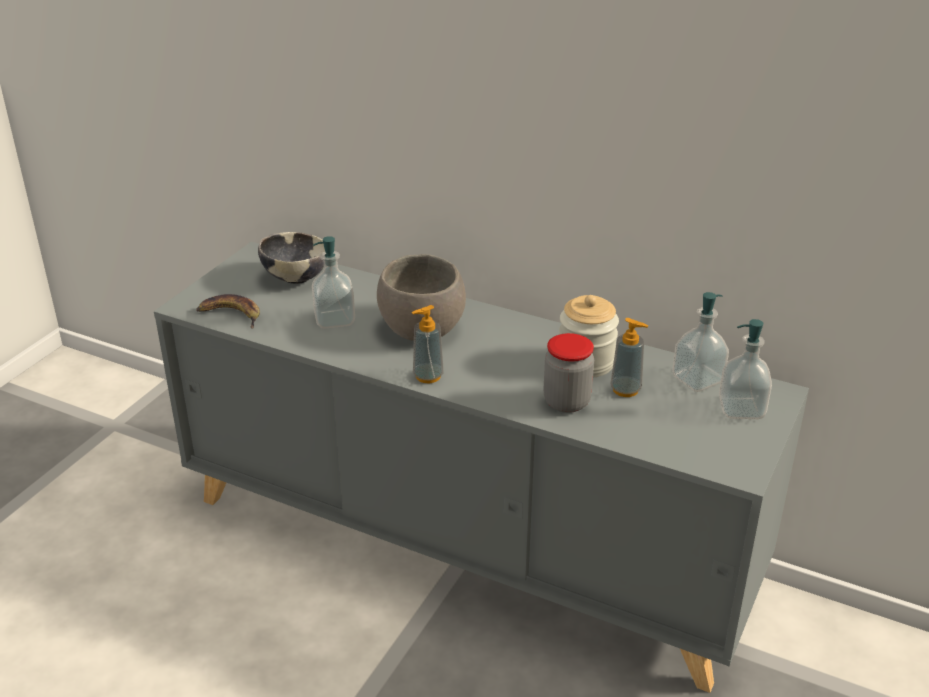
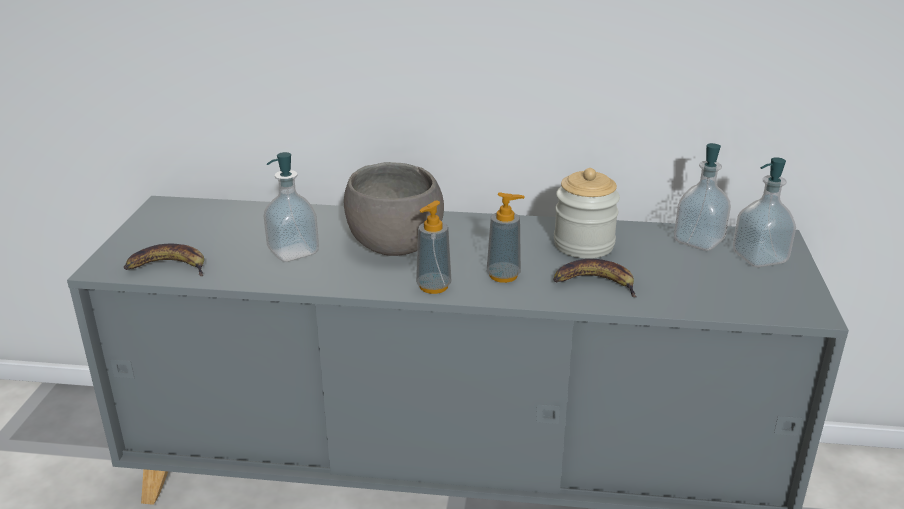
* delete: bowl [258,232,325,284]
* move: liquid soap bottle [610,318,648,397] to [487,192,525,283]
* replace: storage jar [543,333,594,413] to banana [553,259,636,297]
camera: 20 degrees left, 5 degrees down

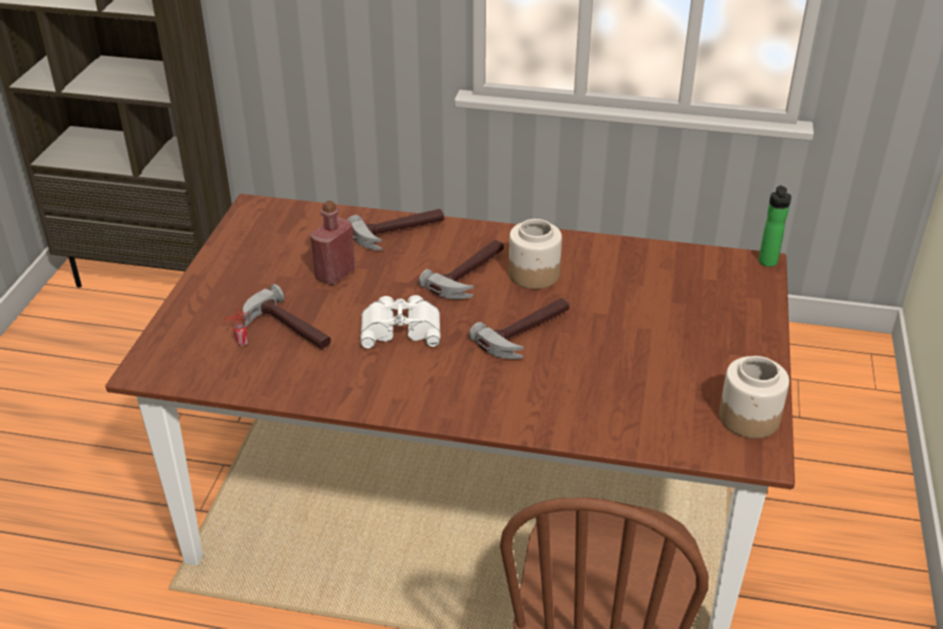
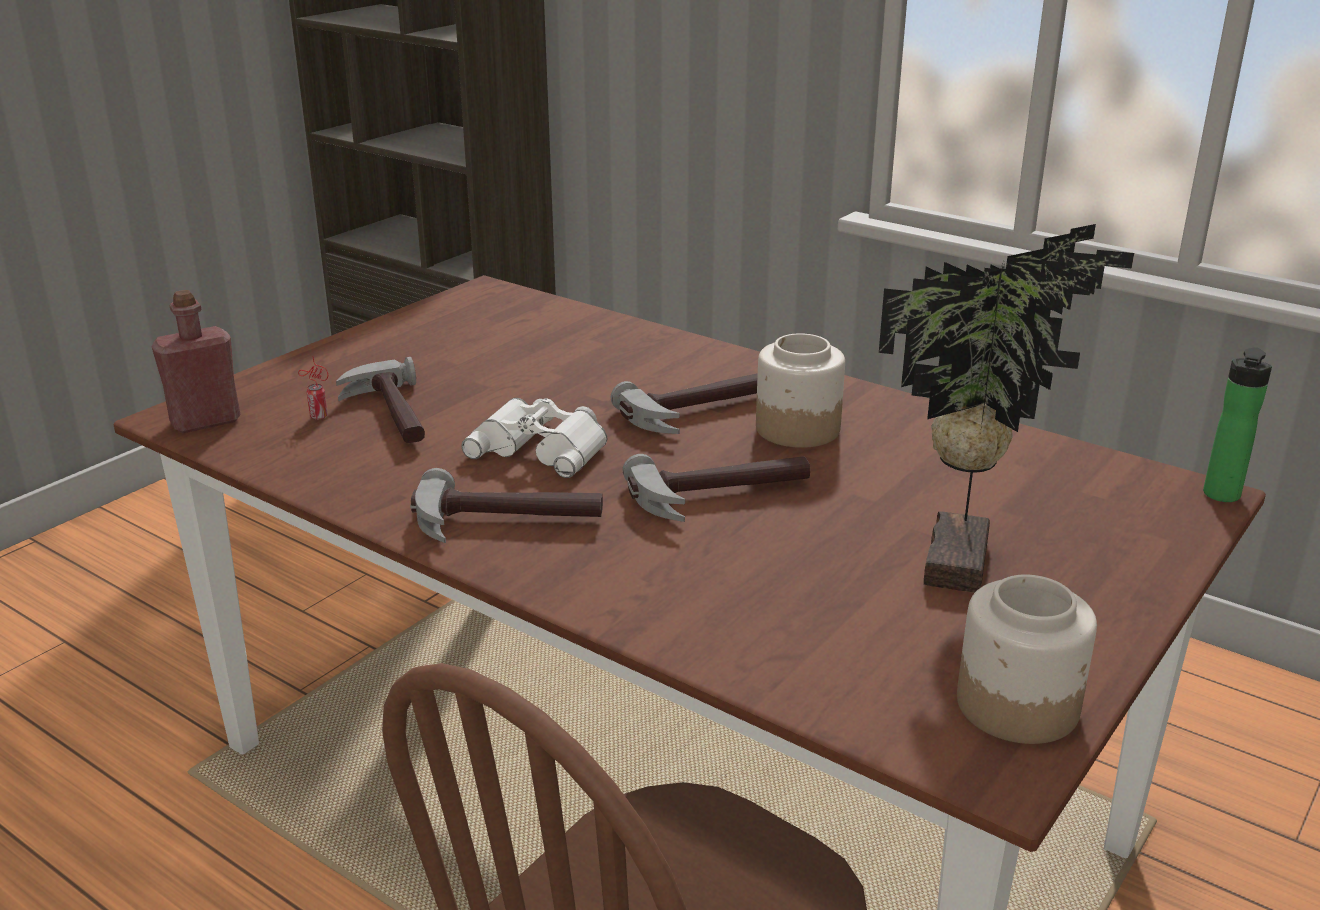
* insert: plant in a pot [879,224,1134,593]
* move: bottle in red [310,200,355,285] to [151,290,241,433]
* move: hammer [347,209,444,251] to [410,468,603,543]
camera: 25 degrees right, 10 degrees down

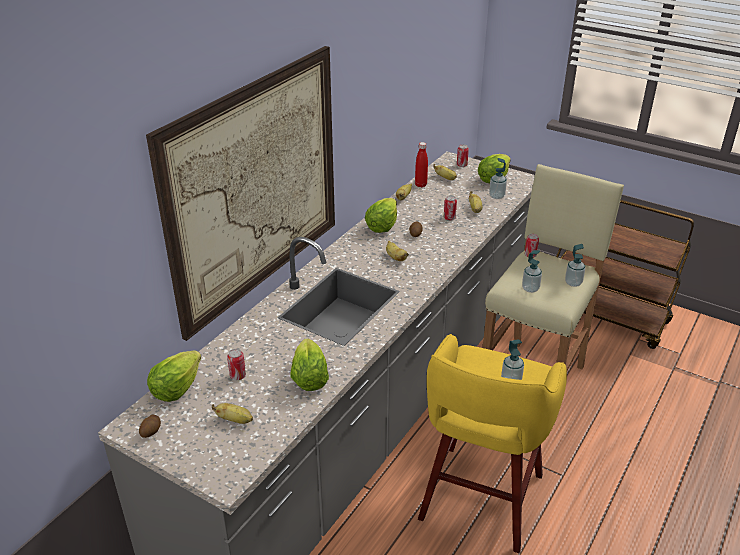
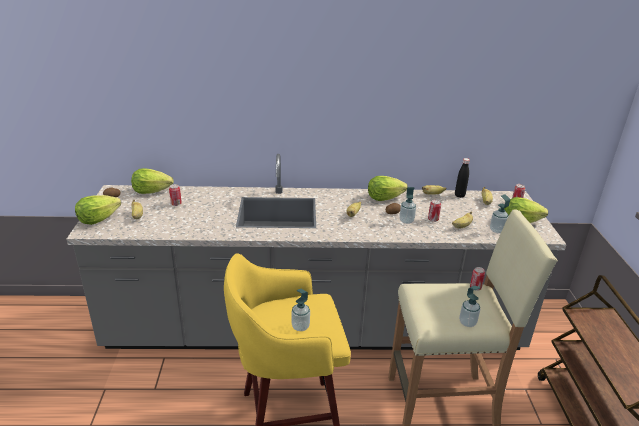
* delete: wall art [146,46,335,341]
* move: head of lettuce [291,338,329,391] to [75,195,121,225]
* move: liquid soap bottle [522,250,542,293] to [399,187,416,224]
* recolor: bottle in red [415,142,428,188] to bottle in blackish [455,158,470,198]
camera: 55 degrees right, 5 degrees down

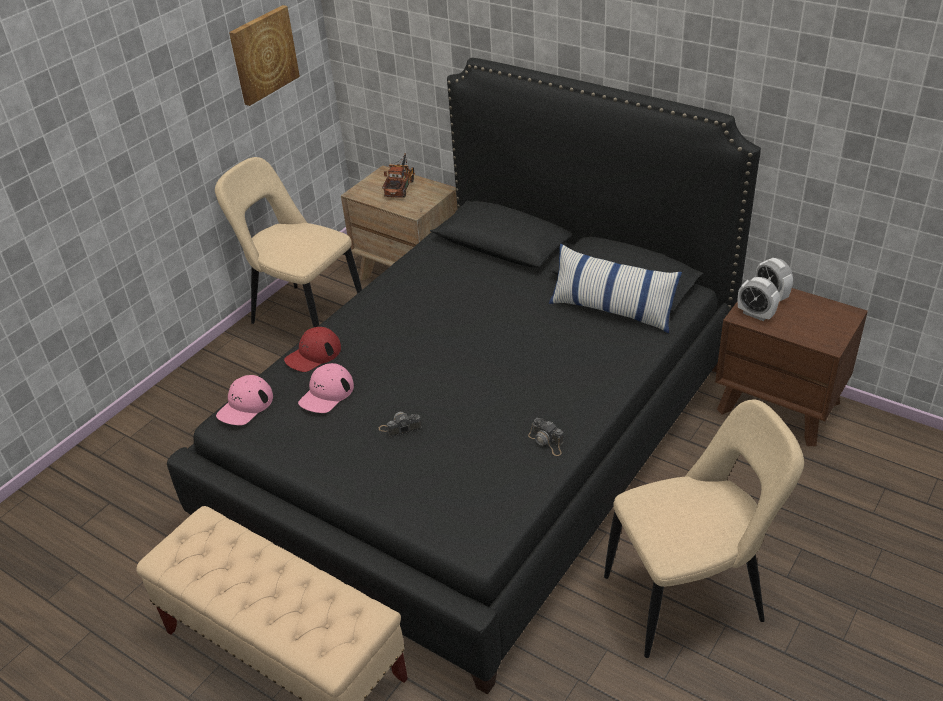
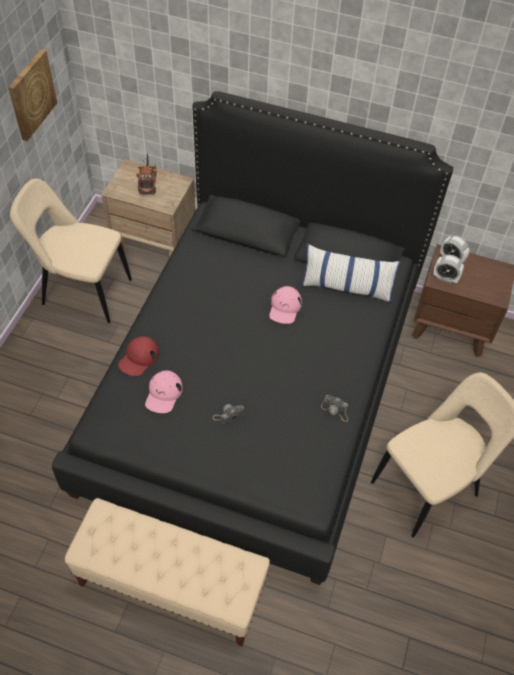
* move: baseball cap in pink [216,375,273,425] to [269,286,302,324]
camera: 20 degrees left, 15 degrees up

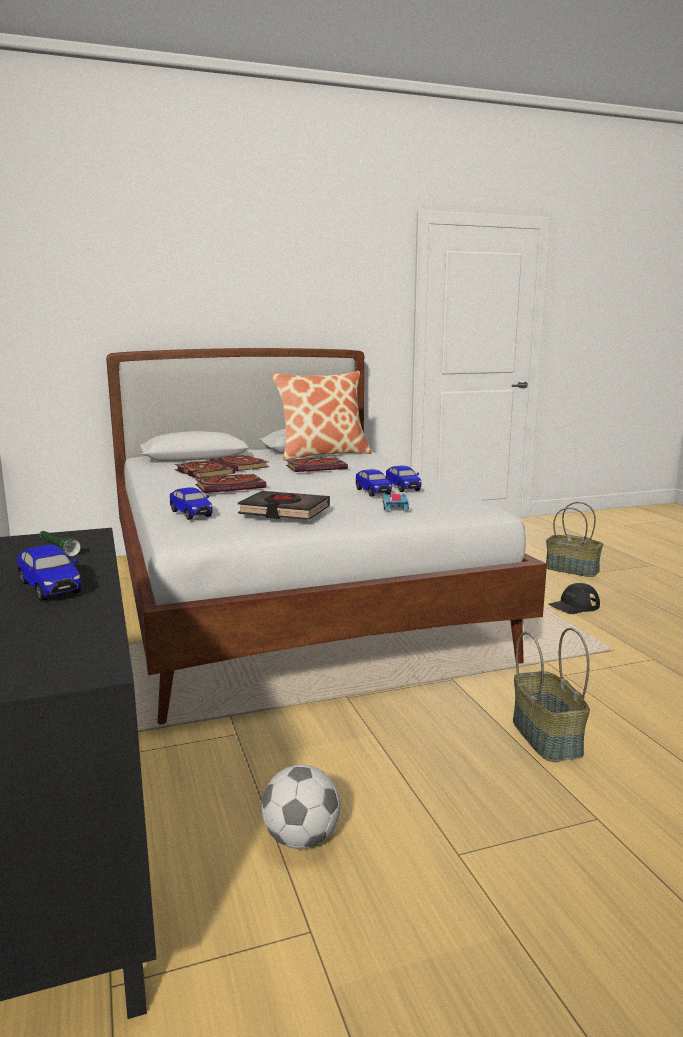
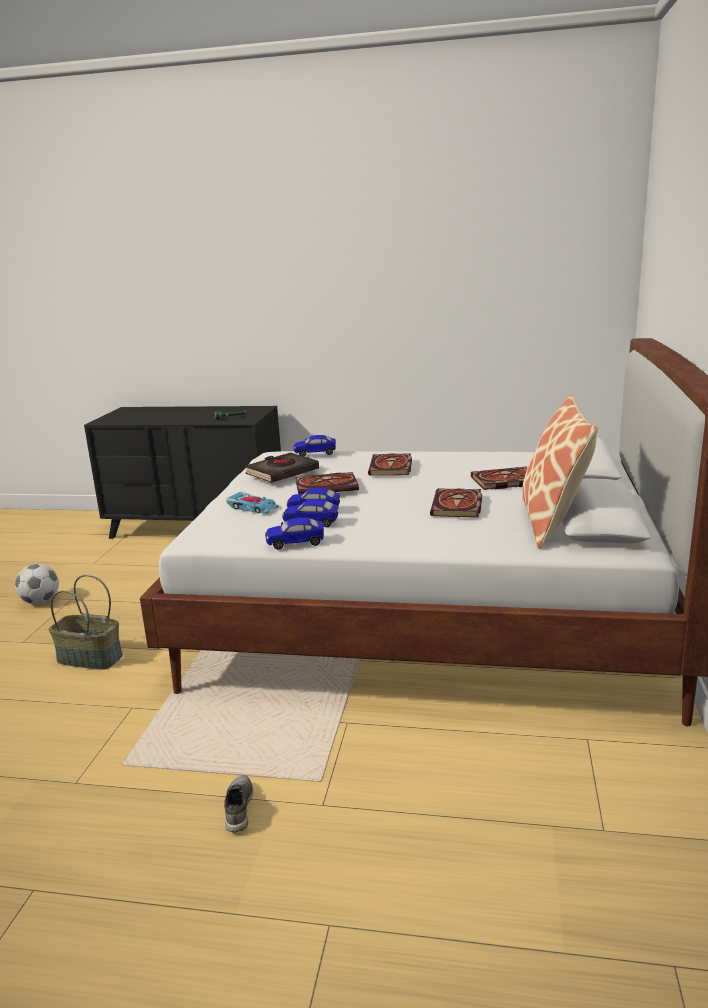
* delete: storage basket [546,502,603,577]
* move: model car [17,544,81,601] to [265,517,324,550]
* move: volume [174,460,235,478] to [296,472,359,494]
* move: ball for football [261,765,340,849] to [15,564,59,604]
* replace: baseball cap in blackish [549,583,600,614] to low shoe in gray [224,775,253,832]
camera: 120 degrees right, 5 degrees up

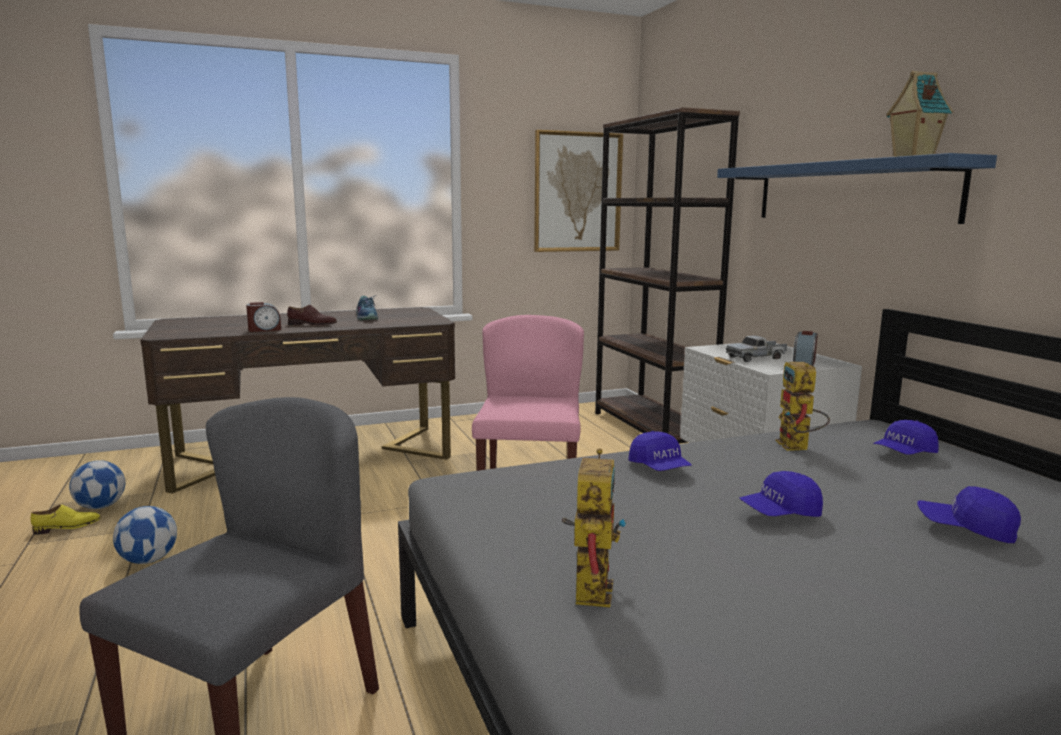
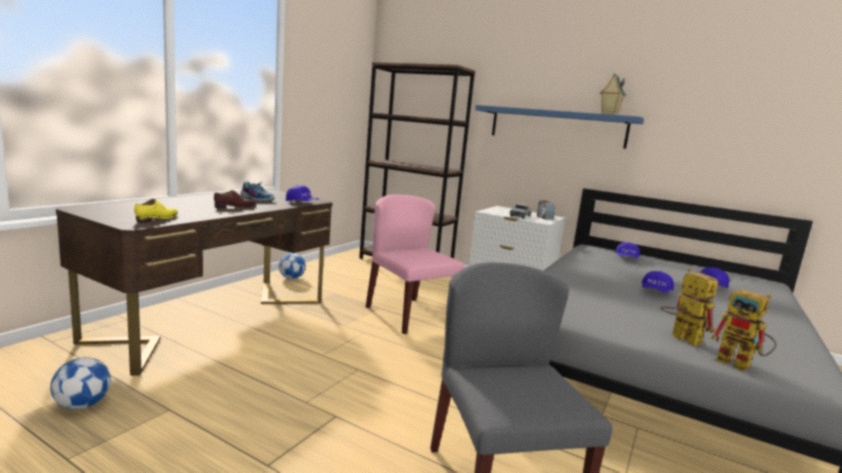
* delete: table clock [246,302,281,332]
* delete: wall art [534,130,623,252]
* move: low shoe in yellow [31,504,101,534] to [134,199,178,223]
* move: ball for football [113,506,177,564] to [279,253,306,279]
* move: baseball cap in blue [628,431,692,471] to [286,185,319,201]
* move: robot figure [776,362,830,451] to [710,289,777,371]
camera: 40 degrees left, 0 degrees up

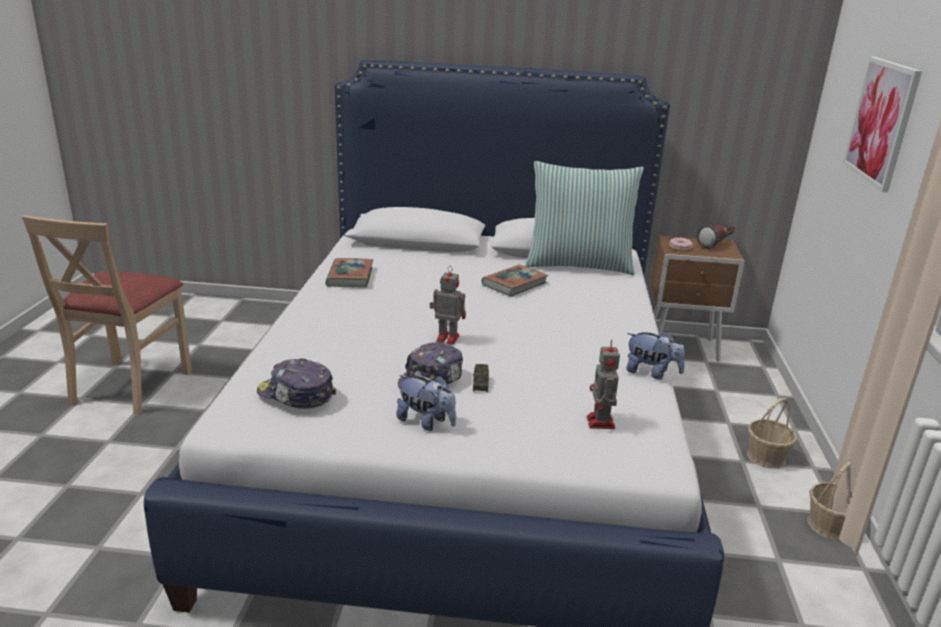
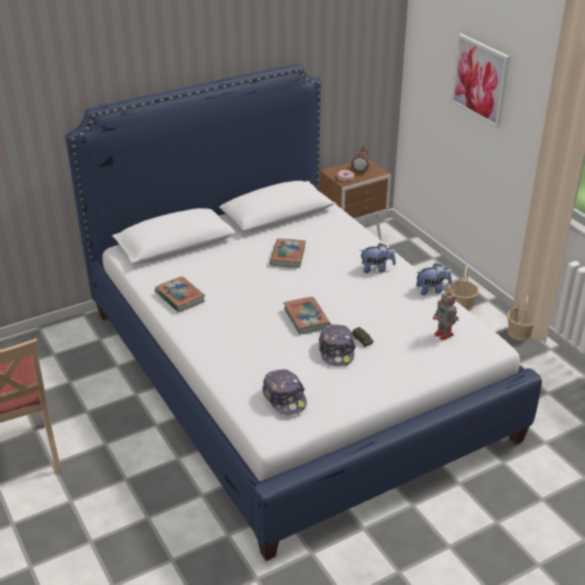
* delete: throw pillow [525,161,644,275]
* move: soft toy [396,375,456,431] to [360,243,396,273]
* replace: robot figure [430,266,466,345] to volume [283,297,331,334]
* rotate: baseball cap [257,358,336,408] = [262,369,307,415] 105 degrees counterclockwise
camera: 35 degrees left, 10 degrees up

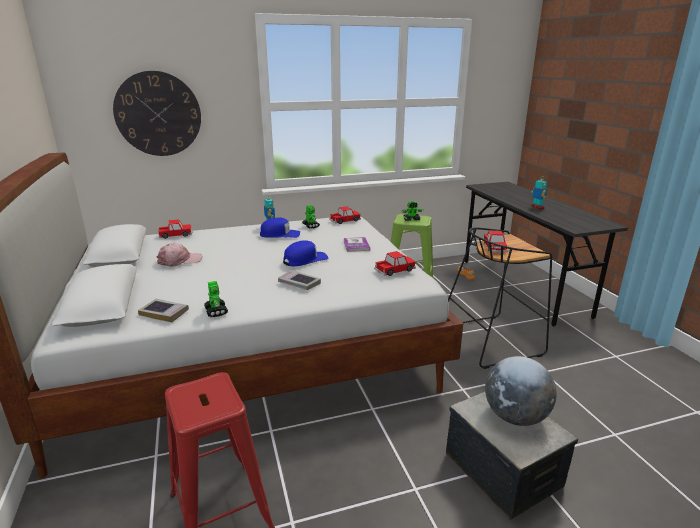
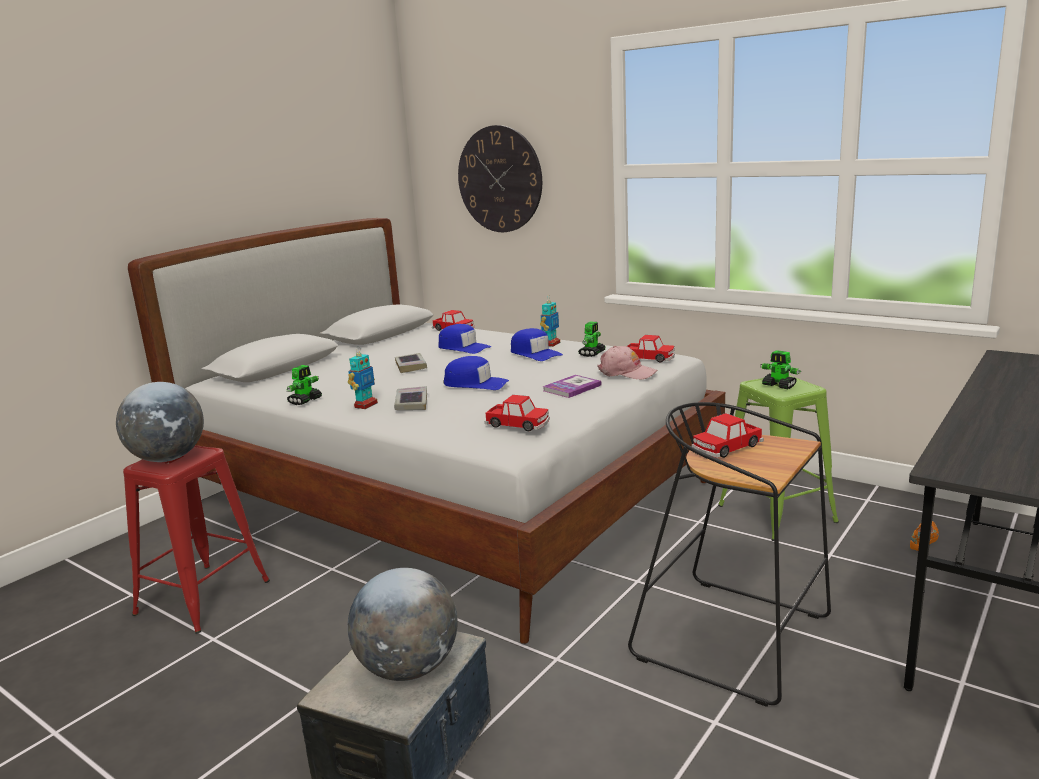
* insert: globe [116,382,204,462]
* insert: baseball cap in blue [438,324,491,354]
* move: volume [138,299,189,322] to [395,353,427,373]
* move: baseball cap in pink [156,243,202,267] to [597,346,658,379]
* move: robot figure [531,179,547,210] to [348,347,378,409]
camera: 55 degrees right, 5 degrees down

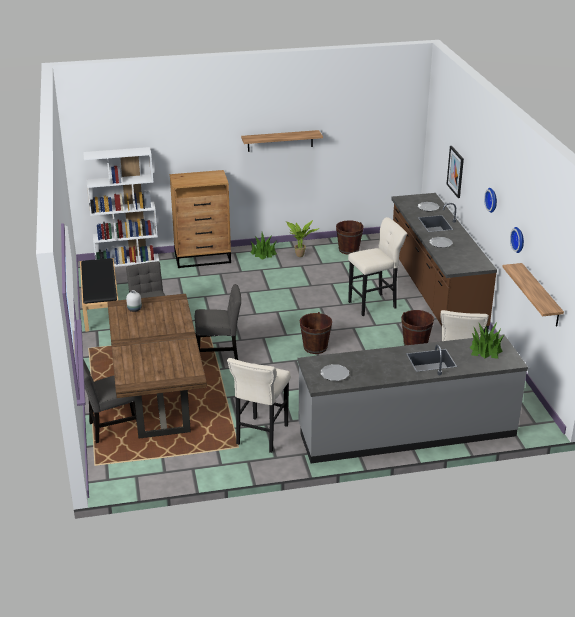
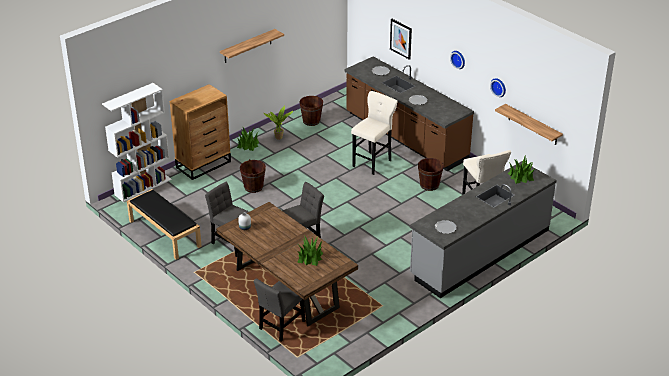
* delete: stool in beige-coloured [227,358,291,453]
* insert: plant in a pot [297,235,323,266]
* move: bucket in brownish [300,312,332,354] to [240,159,266,193]
camera: 30 degrees left, 5 degrees up

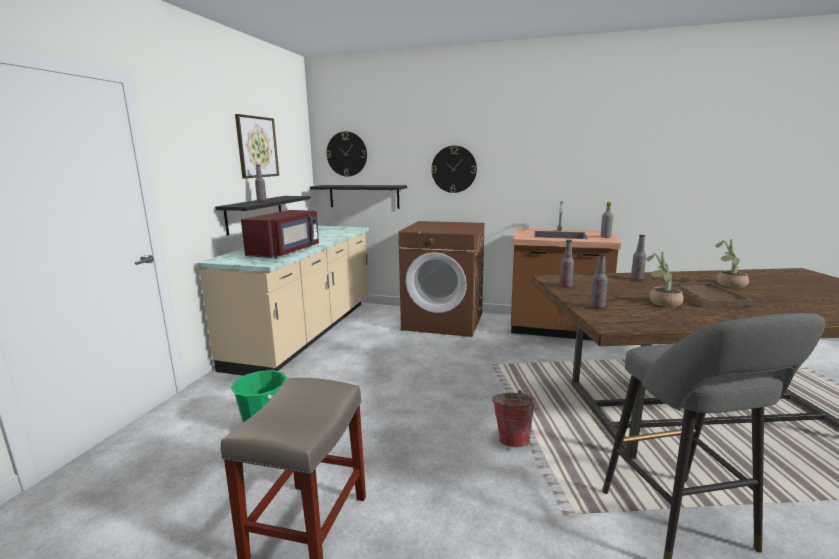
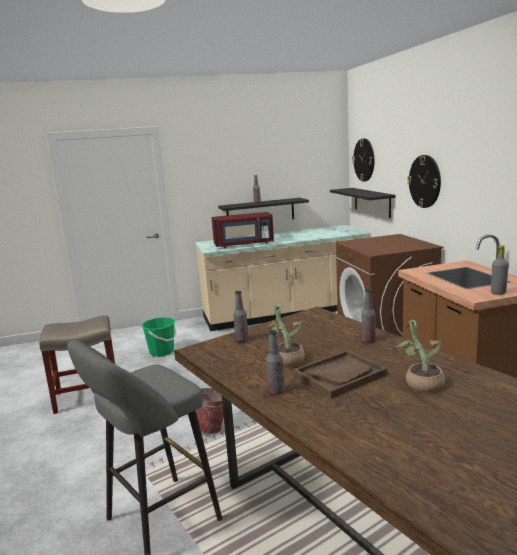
* delete: wall art [235,114,279,178]
* move: bottle [559,240,574,288] to [266,330,285,395]
camera: 60 degrees right, 0 degrees up

